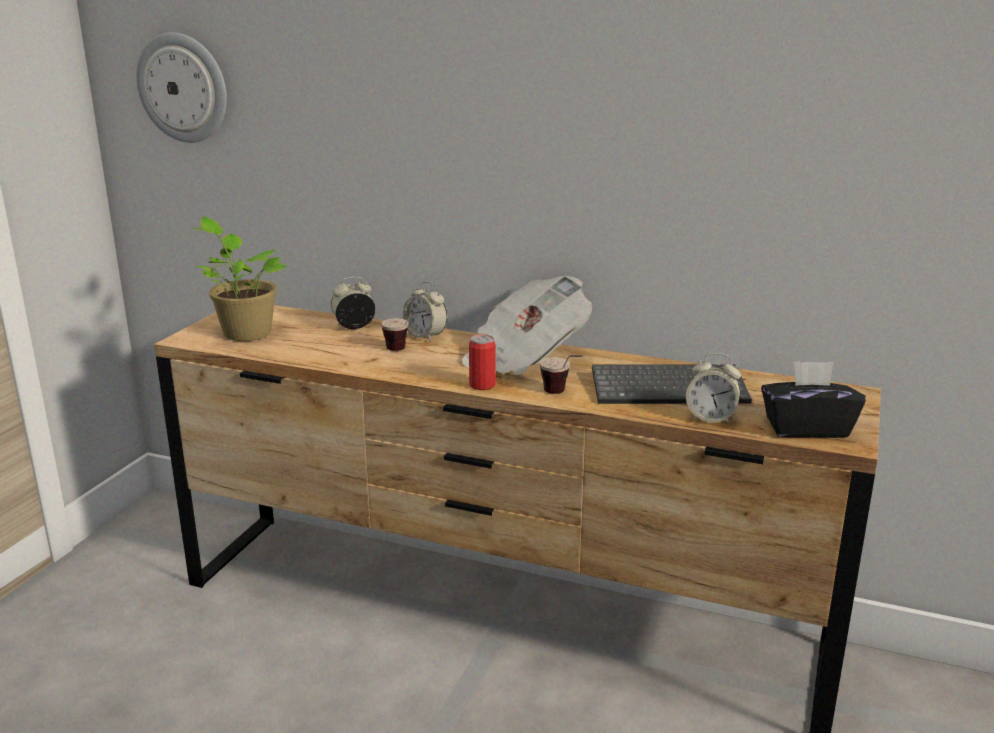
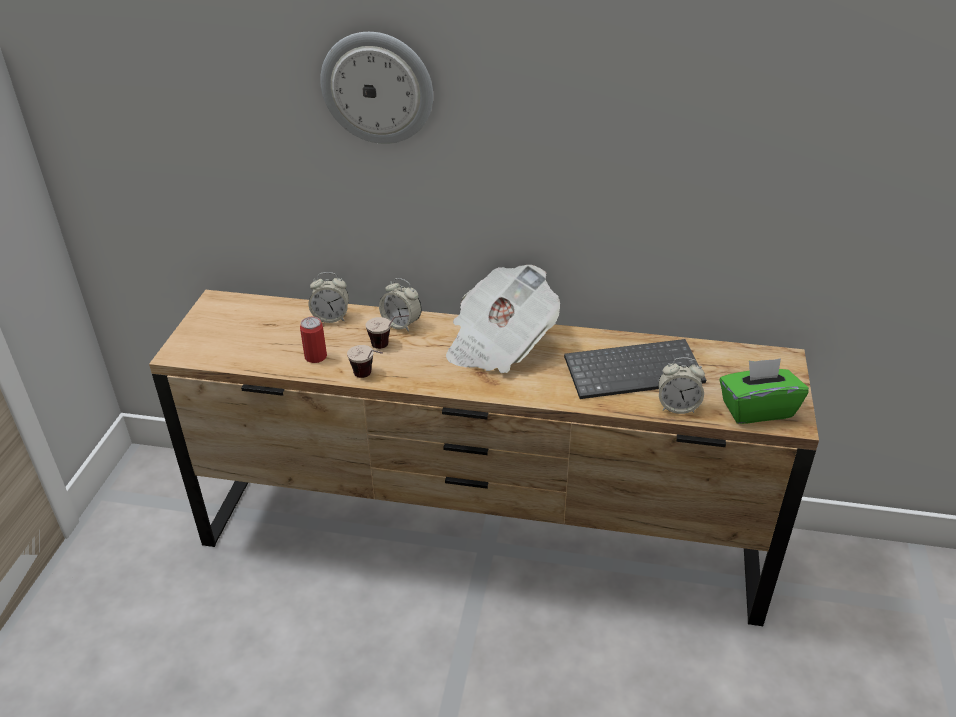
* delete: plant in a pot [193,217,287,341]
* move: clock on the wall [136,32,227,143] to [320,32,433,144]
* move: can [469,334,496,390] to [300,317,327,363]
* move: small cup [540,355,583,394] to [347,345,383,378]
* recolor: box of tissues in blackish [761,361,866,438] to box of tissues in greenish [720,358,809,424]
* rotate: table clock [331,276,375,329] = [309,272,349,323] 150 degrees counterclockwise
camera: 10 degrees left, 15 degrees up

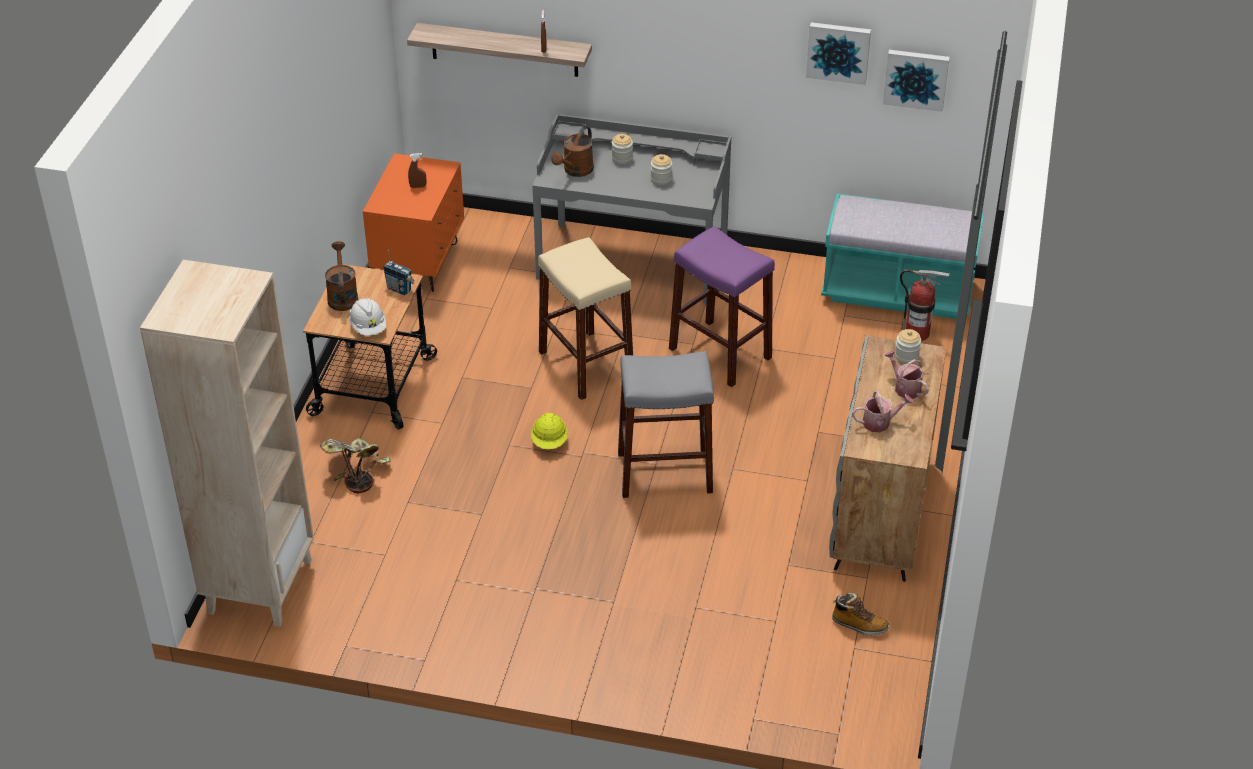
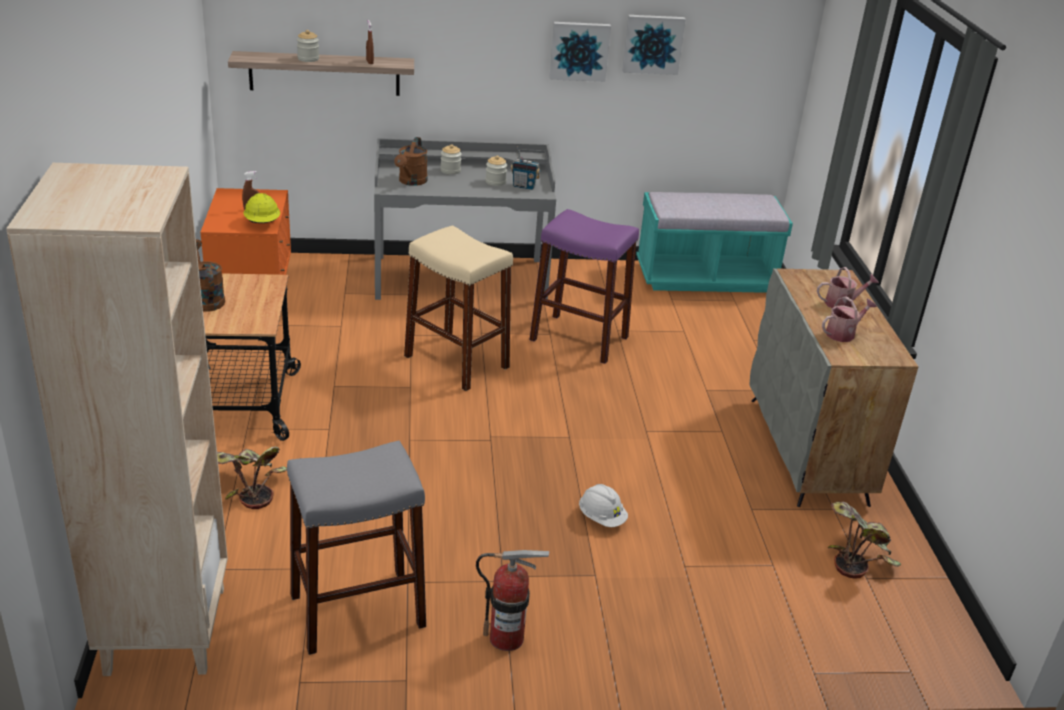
* move: safety helmet in white-coloured [349,298,386,336] to [579,484,628,527]
* move: radio set [383,250,415,295] to [510,146,540,190]
* move: safety helmet in yellow [531,413,568,449] to [244,193,280,223]
* move: stool in gray [618,351,714,498] to [287,441,426,655]
* move: wall art [883,50,950,112] to [549,22,611,82]
* move: storage jar [895,329,921,364] to [297,30,319,62]
* move: fire-fighting cylinder [900,270,950,341] to [476,550,550,651]
* replace: tall boot [832,593,889,636] to plant in a pot [828,501,901,579]
* rotate: watering can [884,351,929,399] = [817,267,879,308] 135 degrees clockwise
camera: 20 degrees left, 10 degrees down

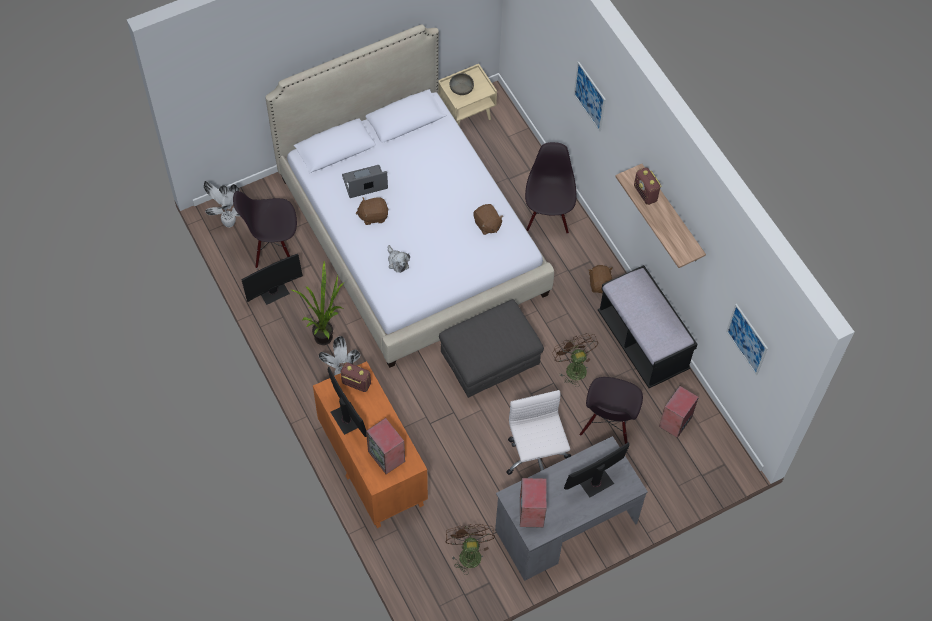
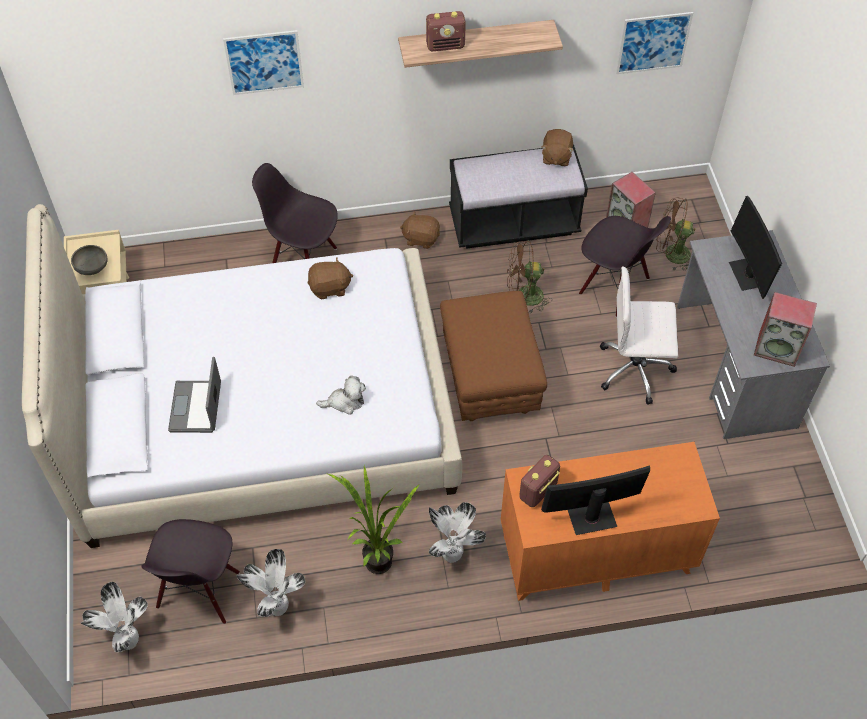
* delete: audio speaker [366,418,405,474]
* move: soft toy in brownish [356,197,389,225] to [541,129,574,166]
* move: electric fan in brownish [445,524,495,575] to [656,197,696,271]
* replace: computer display [241,254,303,305] to plant in a pot [236,549,305,617]
* recolor: footrest in gray [439,299,544,398] to footrest in brownish [440,291,547,421]
camera: 70 degrees left, 5 degrees down

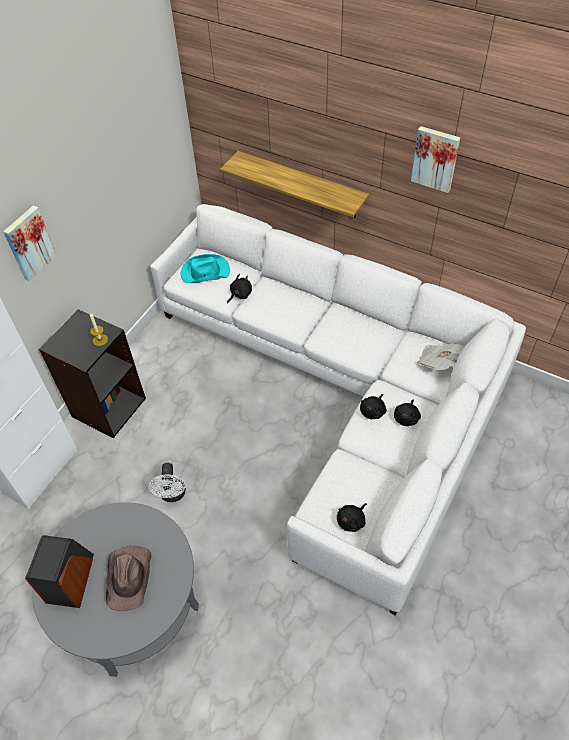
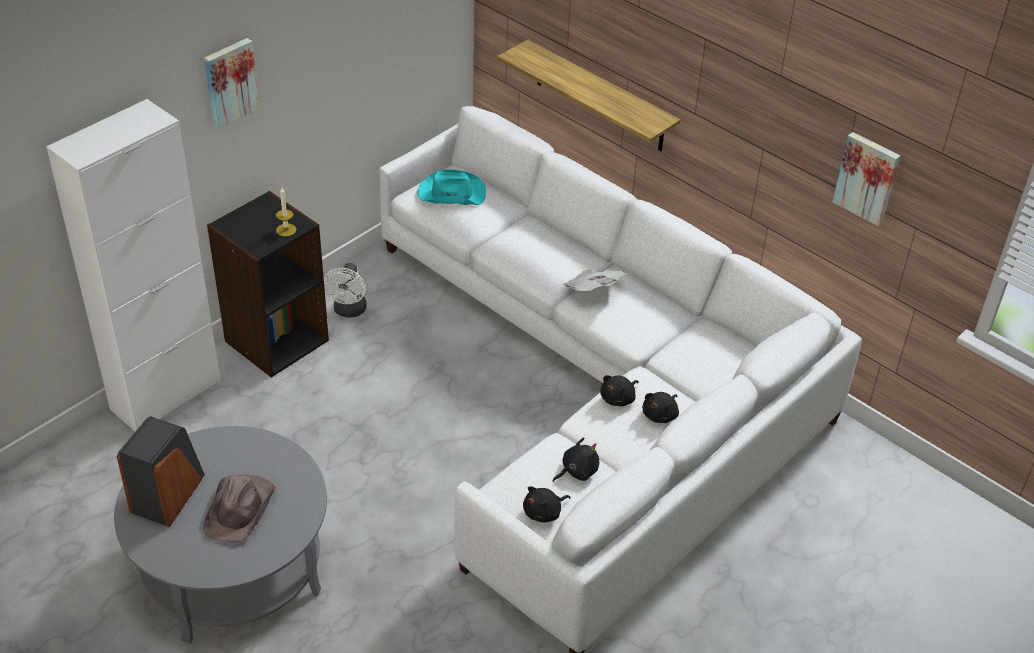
* move: electric fan in white-coloured [149,463,186,502] to [324,263,366,317]
* move: soft toy in blackish [227,274,252,304] to [553,437,599,482]
* move: wall art [411,126,460,193] to [833,132,900,226]
* move: newspaper [417,343,464,370] to [563,270,626,291]
camera: 10 degrees right, 10 degrees down

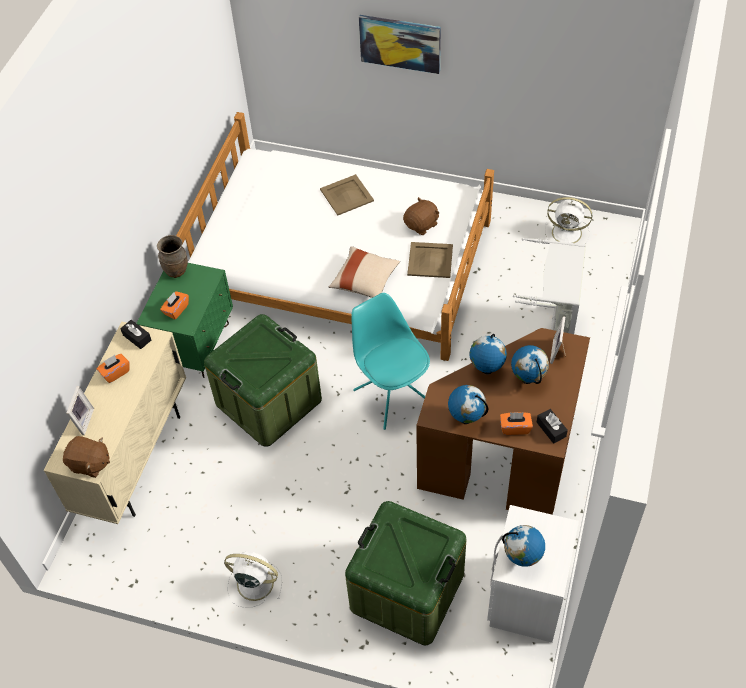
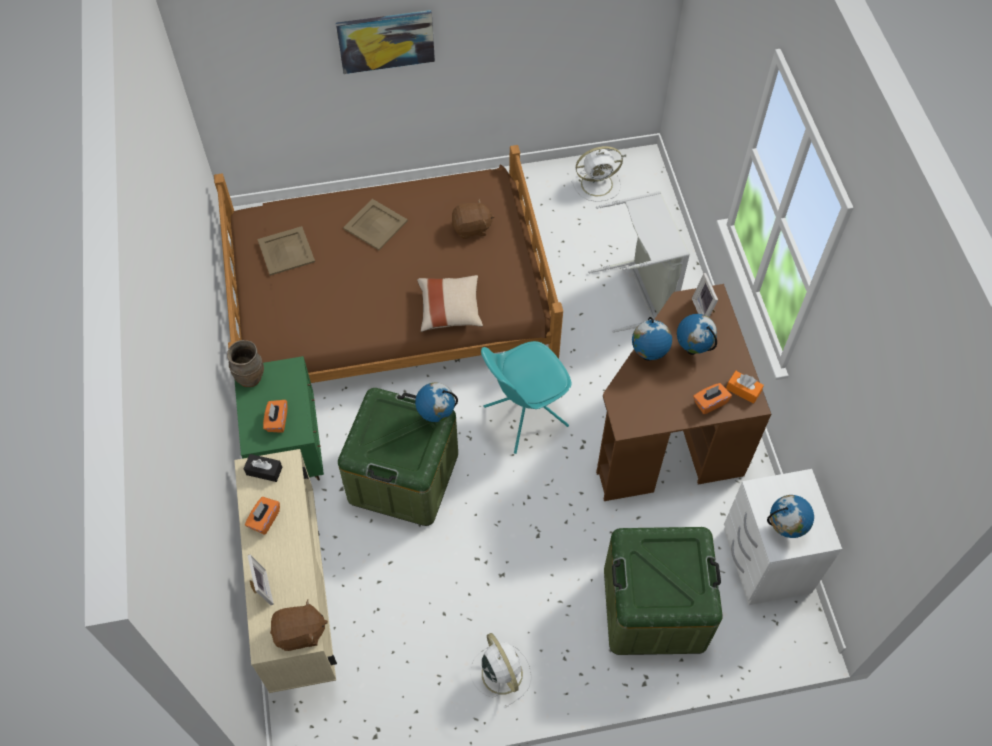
* move: carrying tray in beige-coloured [407,242,453,278] to [257,226,315,276]
* move: globe [448,385,488,424] to [415,383,458,422]
* recolor: bedroom bed in white-coloured [176,112,494,361] to bedroom bed in brownish [214,145,563,383]
* recolor: box of tissues in blackish [537,409,568,444] to box of tissues in orange-coloured [726,371,764,404]
* rotate: electric fan in white-coloured [224,551,282,608] = [470,633,532,707] 75 degrees clockwise
* rotate: upright chair in turquoise [351,293,430,430] = [481,341,572,454] 60 degrees counterclockwise
* rotate: soft toy in brownish [403,197,439,235] = [451,199,495,239] 60 degrees clockwise
camera: 30 degrees left, 5 degrees up

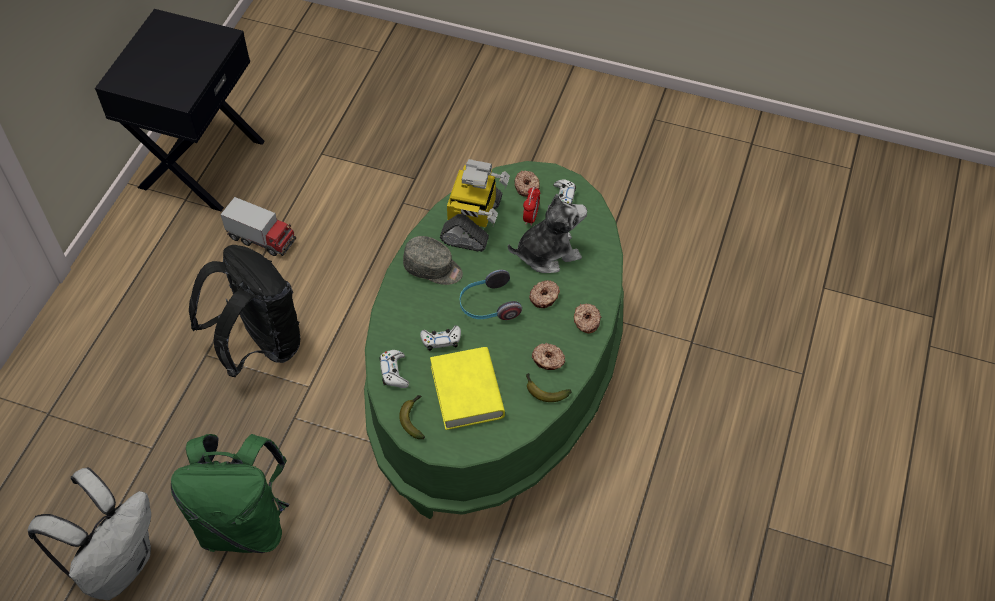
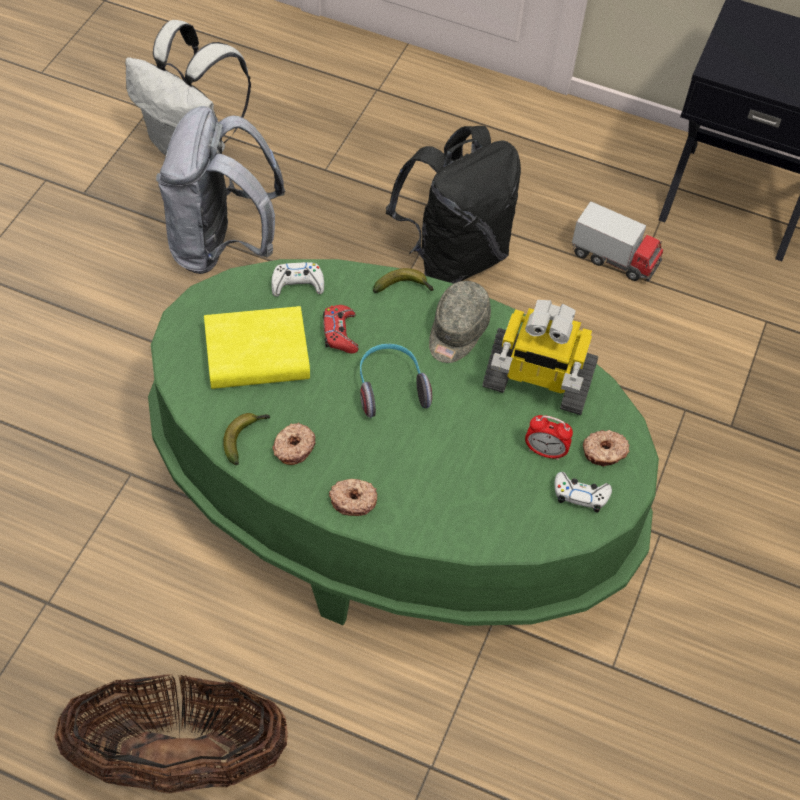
* delete: soft toy [508,194,587,273]
* delete: ring doughnut [529,280,560,308]
* insert: storage basket [54,674,288,793]
* move: banana [399,395,425,439] to [373,268,434,293]
* recolor: backpack in greenish [171,434,290,553] to backpack in gray [156,106,285,274]
* recolor: joypad in white-coloured [420,326,461,351] to joypad in red [323,305,359,353]
* rotate: model truck [220,197,296,256] = [572,201,663,282] 90 degrees counterclockwise
camera: 90 degrees right, 0 degrees up

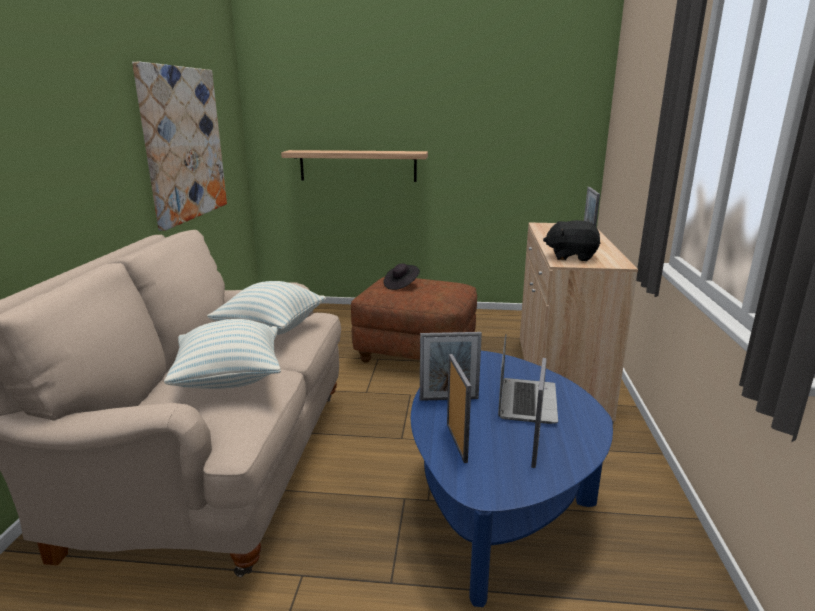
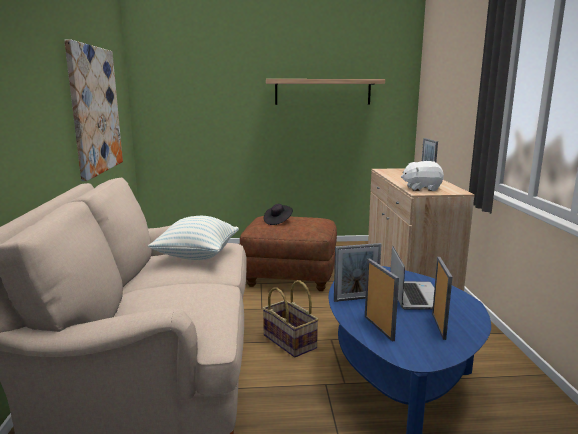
* delete: throw pillow [164,319,281,389]
* insert: storage basket [262,280,319,357]
* move: bracket shelf [281,150,428,182] to [266,79,385,105]
* recolor: soft toy in blackish [543,220,600,261] to soft toy in white-coloured [401,161,444,191]
camera: 10 degrees left, 5 degrees down

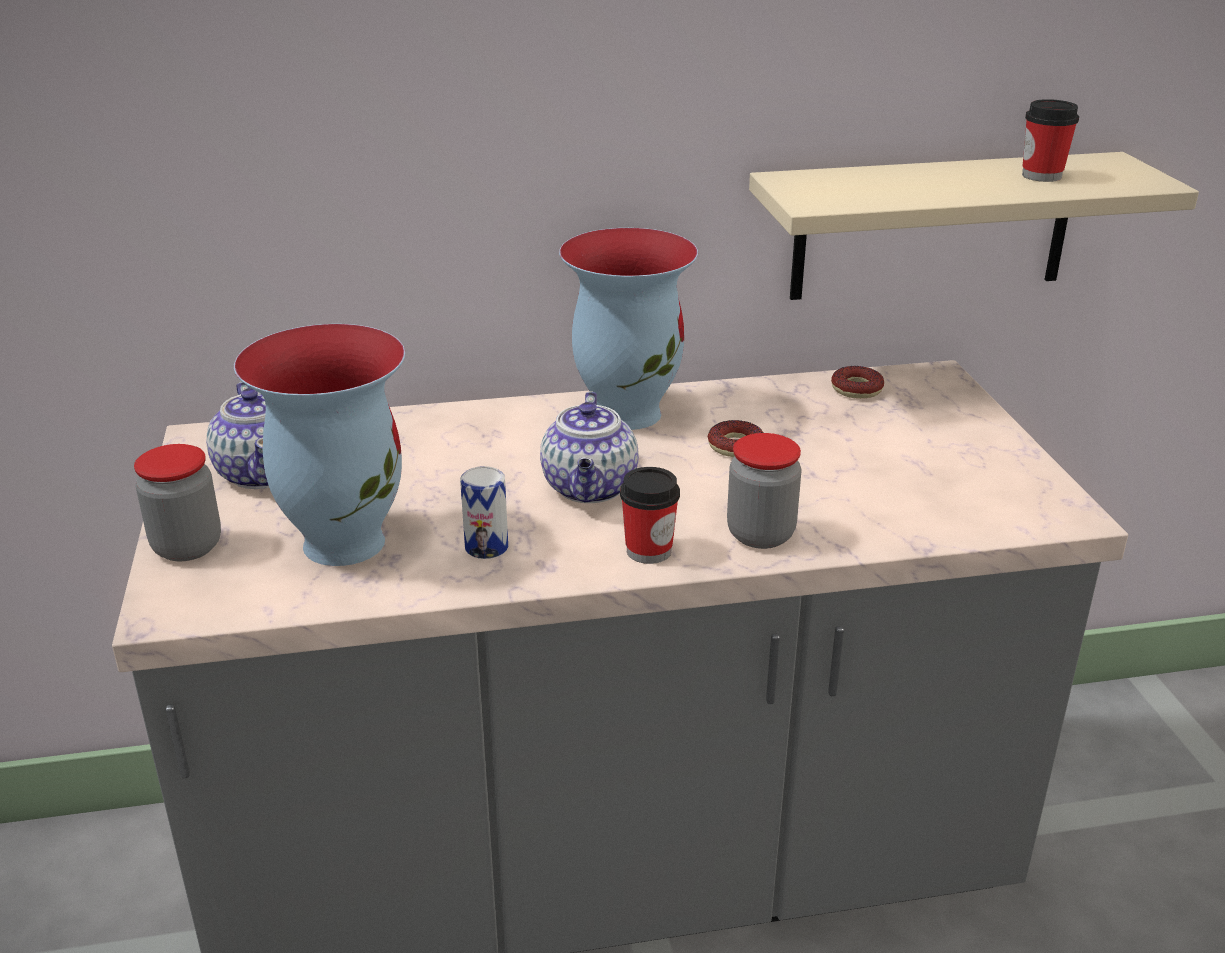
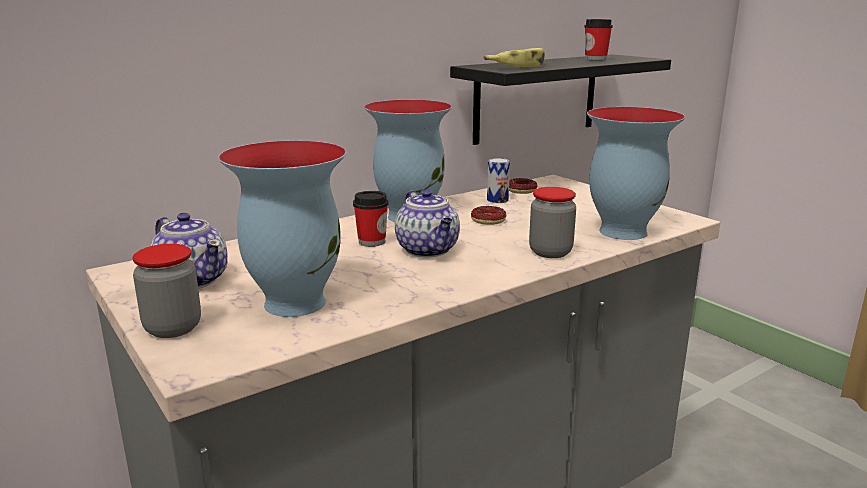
* insert: banana [483,48,545,67]
* insert: vase [587,107,685,240]
* move: can [460,466,508,559] to [487,158,510,203]
* move: small cup [620,467,680,564] to [353,191,389,247]
* recolor: bracket shelf in beige-coloured [749,152,1199,300] to bracket shelf in blackish [450,54,671,145]
camera: 25 degrees left, 10 degrees down

